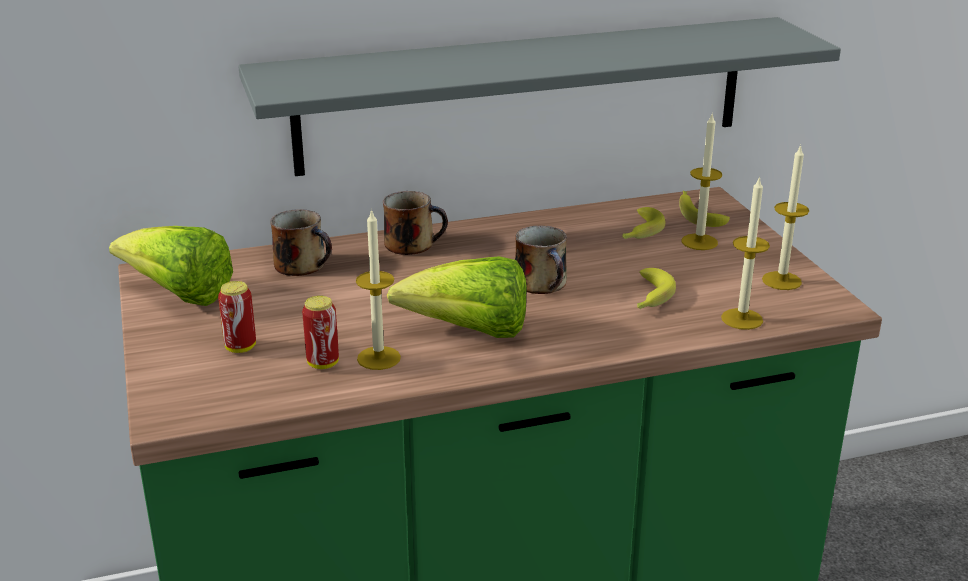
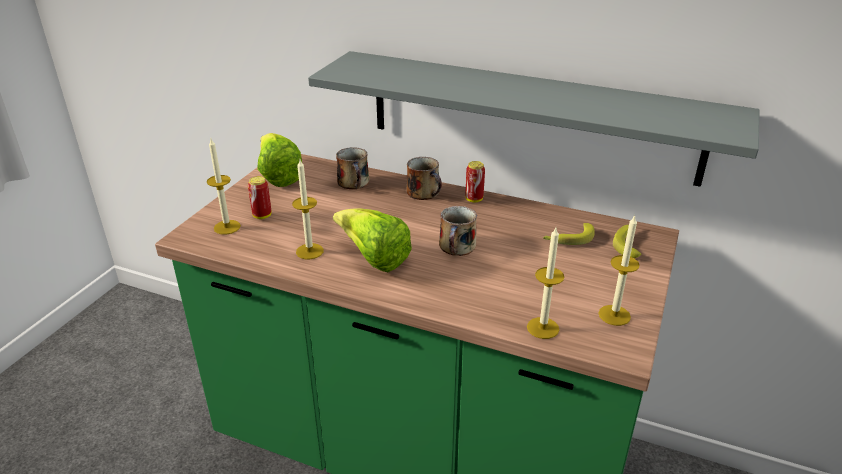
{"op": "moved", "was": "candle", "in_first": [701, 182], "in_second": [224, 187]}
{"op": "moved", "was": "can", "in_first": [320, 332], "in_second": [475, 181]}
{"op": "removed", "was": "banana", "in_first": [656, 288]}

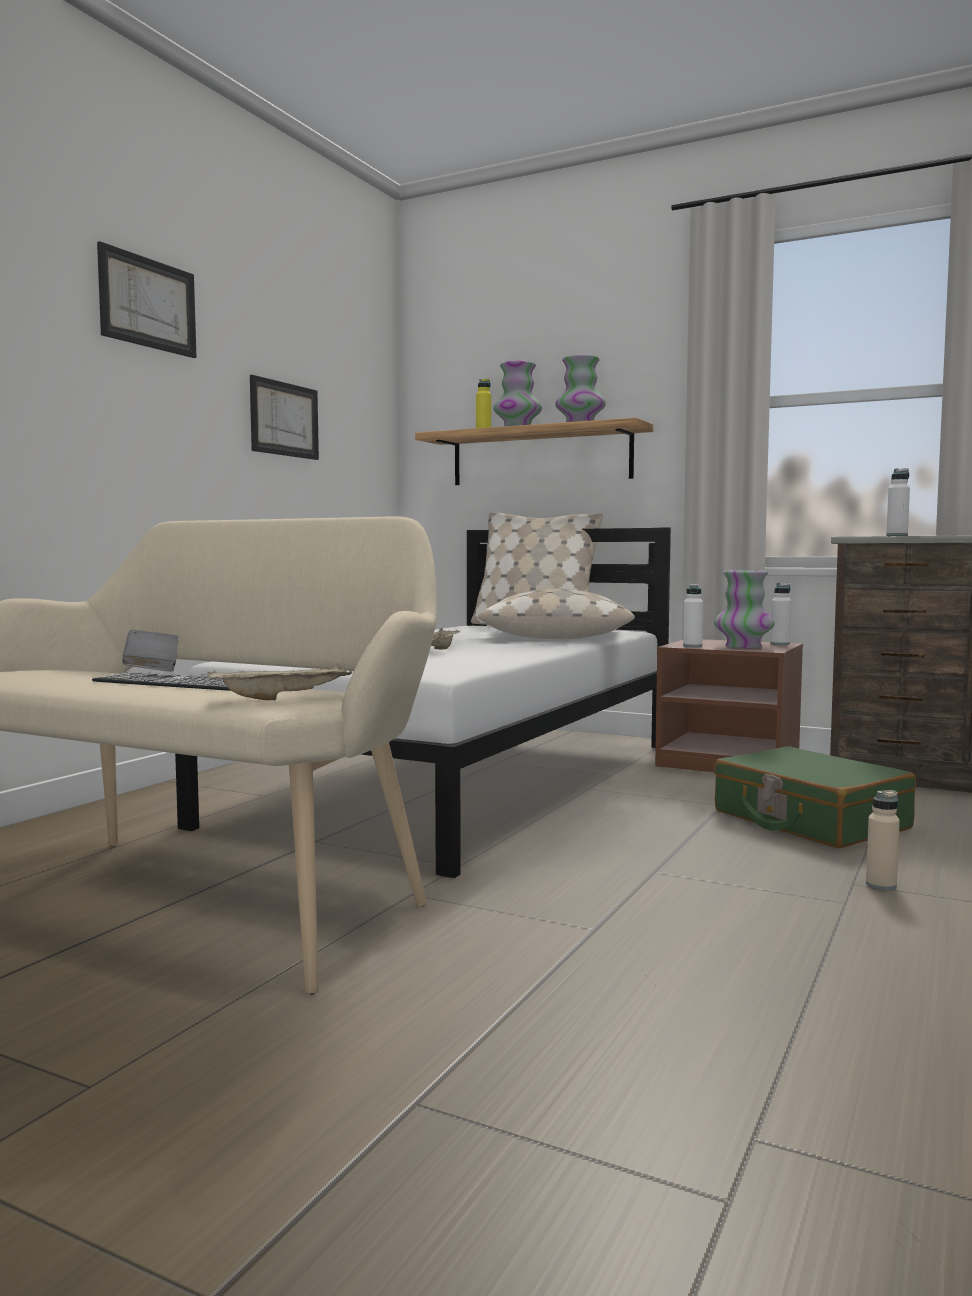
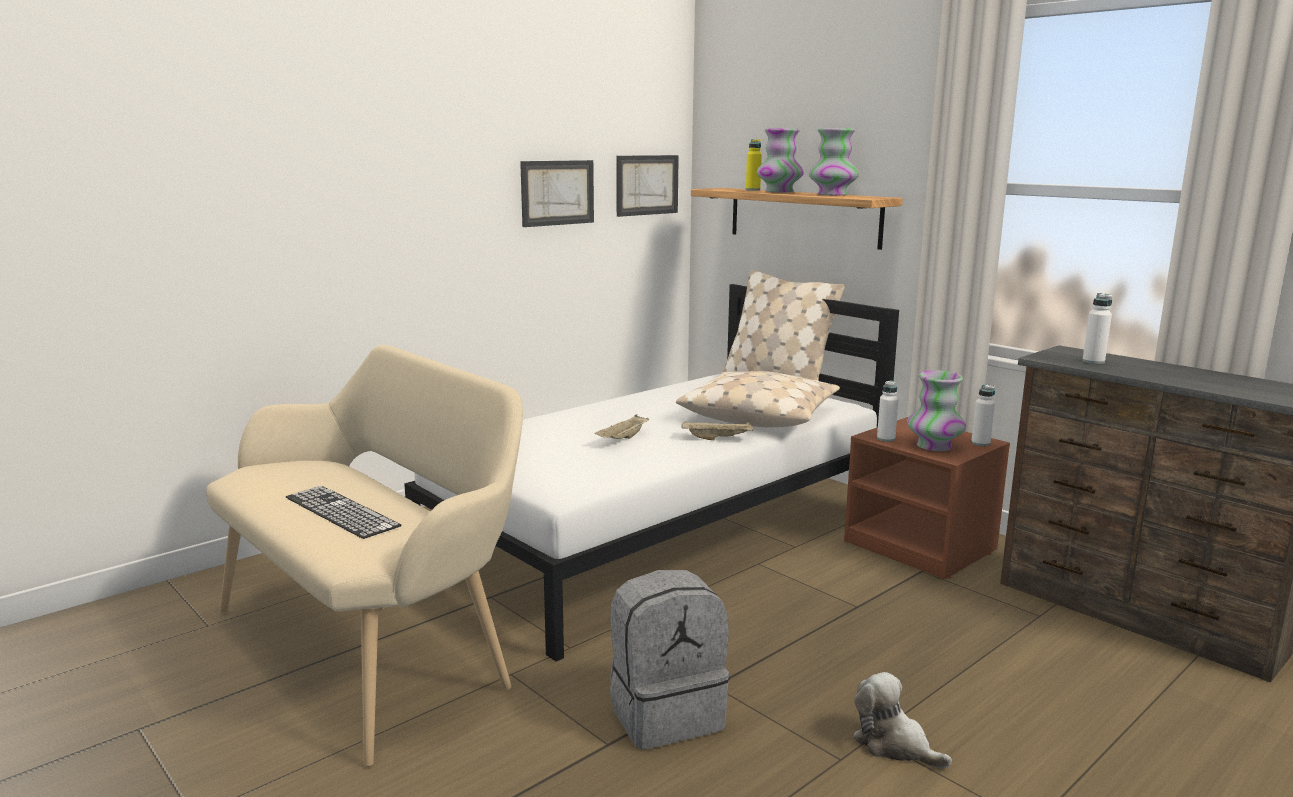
{"op": "added", "now": "grey backpack", "in_second": [670, 659]}
{"op": "moved", "was": "picture", "in_first": [147, 299], "in_second": [647, 186]}
{"op": "moved", "was": "beige tray", "in_first": [279, 681], "in_second": [718, 430]}
{"op": "replaced", "was": "beige bottle", "now": "plush toy", "in_first": [883, 840], "in_second": [902, 720]}
{"op": "removed", "was": "grey book", "in_first": [150, 651]}
{"op": "removed", "was": "green suitcase", "in_first": [815, 797]}

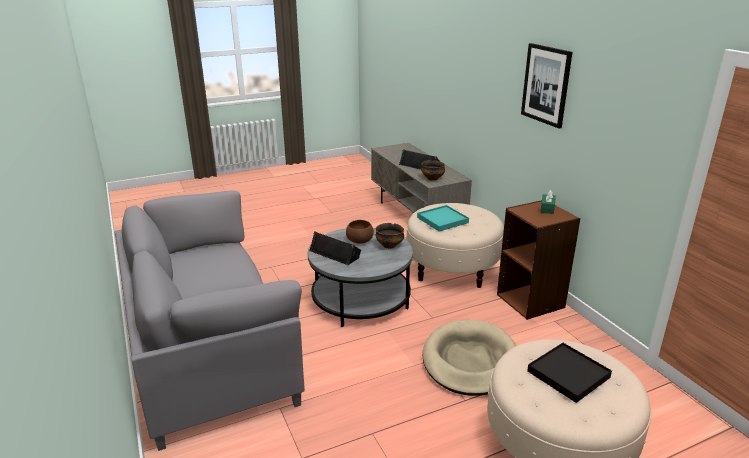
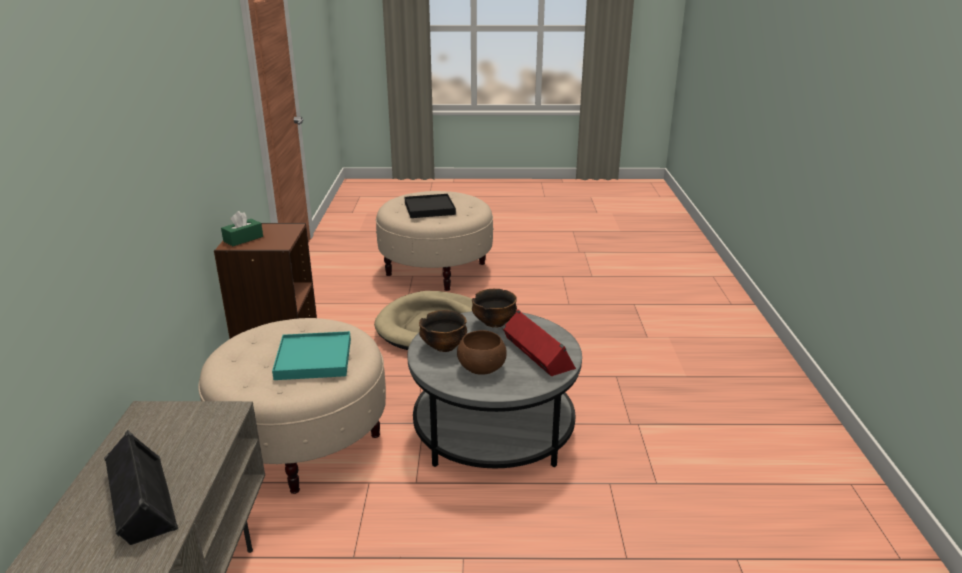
{"op": "moved", "was": "bowl", "in_first": [433, 170], "in_second": [494, 308]}
{"op": "recoloured", "was": "black speaker", "now": "red speaker", "in_first": [335, 248], "in_second": [539, 343]}
{"op": "removed", "was": "grey sofa", "in_first": [209, 320]}
{"op": "removed", "was": "picture", "in_first": [546, 86]}

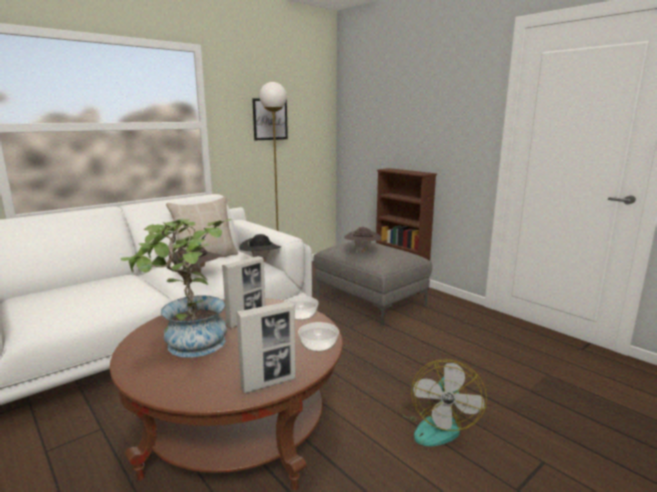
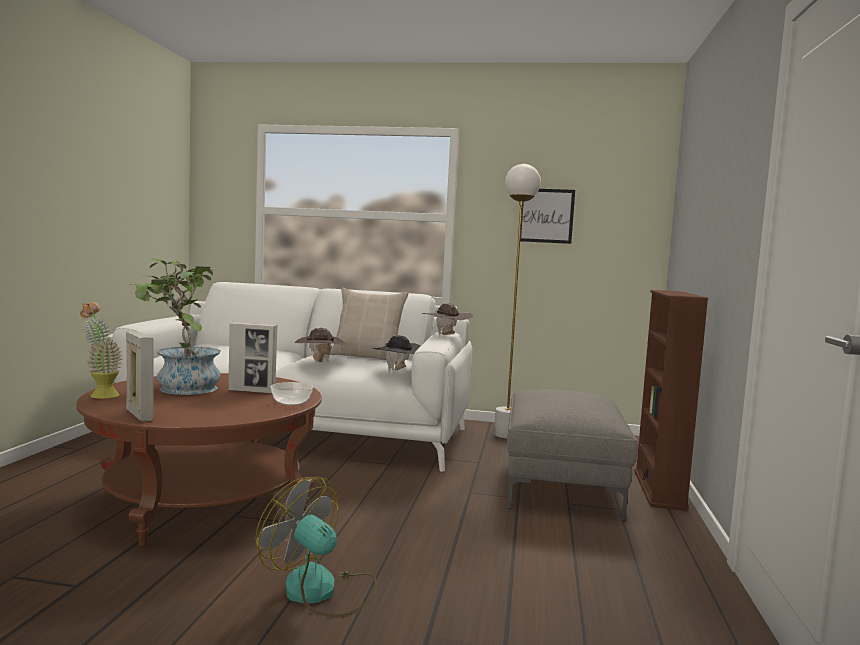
{"op": "added", "now": "potted plant", "in_second": [101, 350]}
{"op": "turned", "was": "picture frame", "in_first": [266, 347], "in_second": [140, 376], "clockwise": -150}
{"op": "turned", "was": "fan", "in_first": [443, 402], "in_second": [316, 547], "clockwise": 60}
{"op": "moved", "was": "brown hat", "in_first": [363, 240], "in_second": [447, 319]}
{"op": "removed", "was": "bowl", "in_first": [318, 337]}

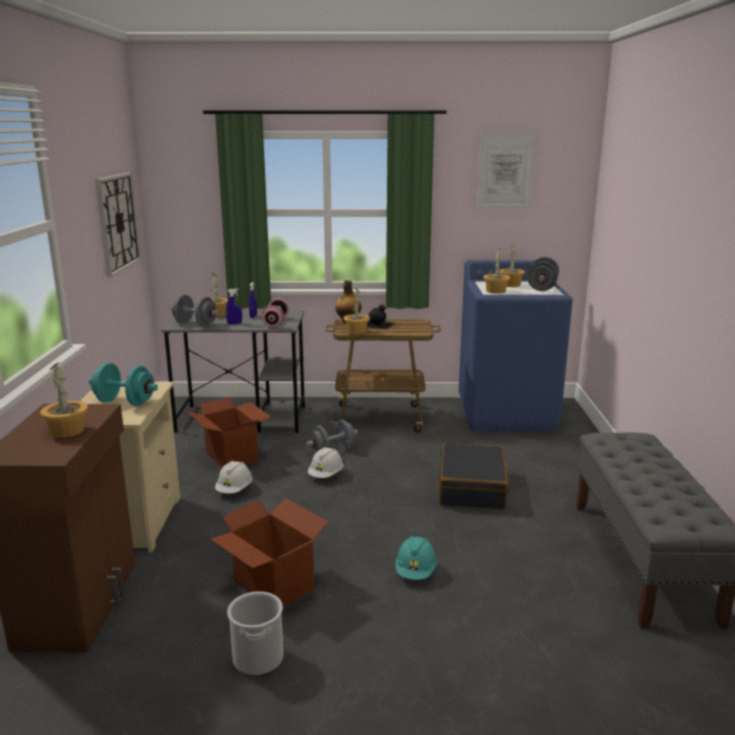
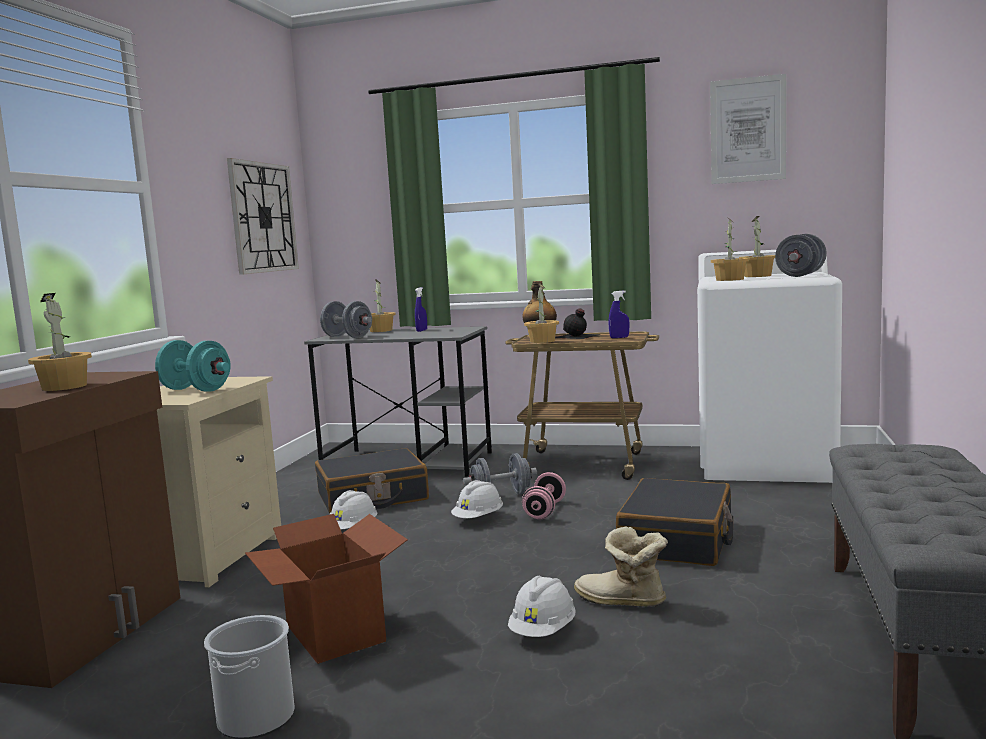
{"op": "replaced", "was": "cardboard box", "now": "black suitcase", "in_first": [229, 432], "in_second": [372, 481]}
{"op": "recoloured", "was": "turquoise hard hat", "now": "white hard hat", "in_first": [416, 558], "in_second": [542, 606]}
{"op": "moved", "was": "pink dumbbell", "in_first": [275, 312], "in_second": [544, 495]}
{"op": "added", "now": "boot", "in_second": [621, 566]}
{"op": "moved", "was": "blue spray bottle", "in_first": [234, 306], "in_second": [618, 314]}
{"op": "recoloured", "was": "blue washing machine", "now": "white washing machine", "in_first": [516, 346], "in_second": [769, 366]}

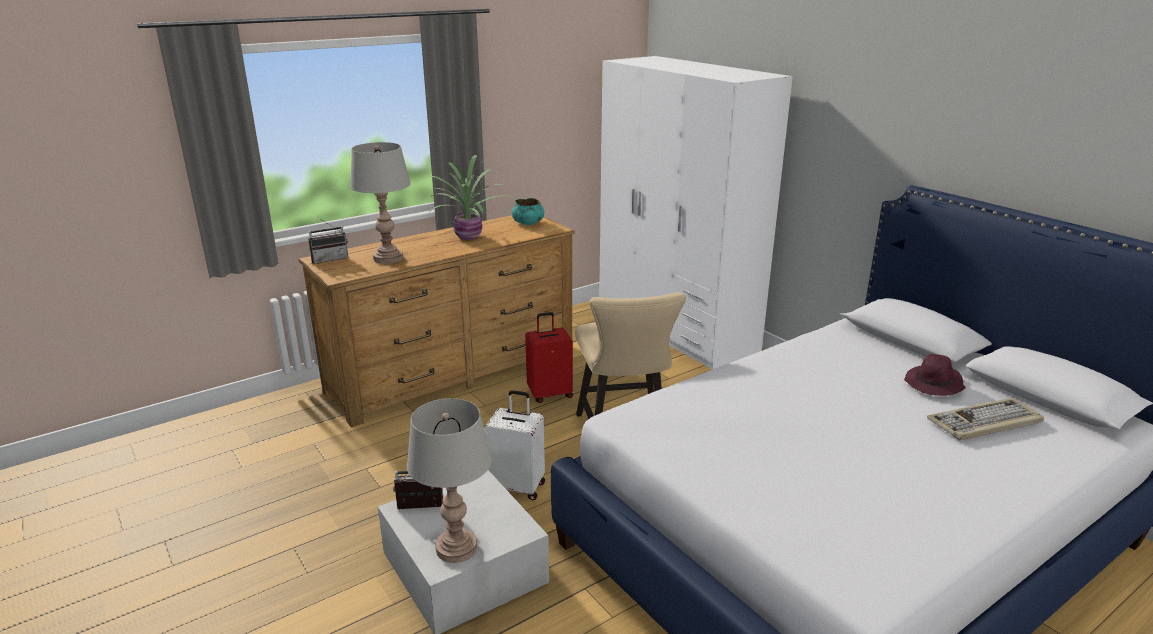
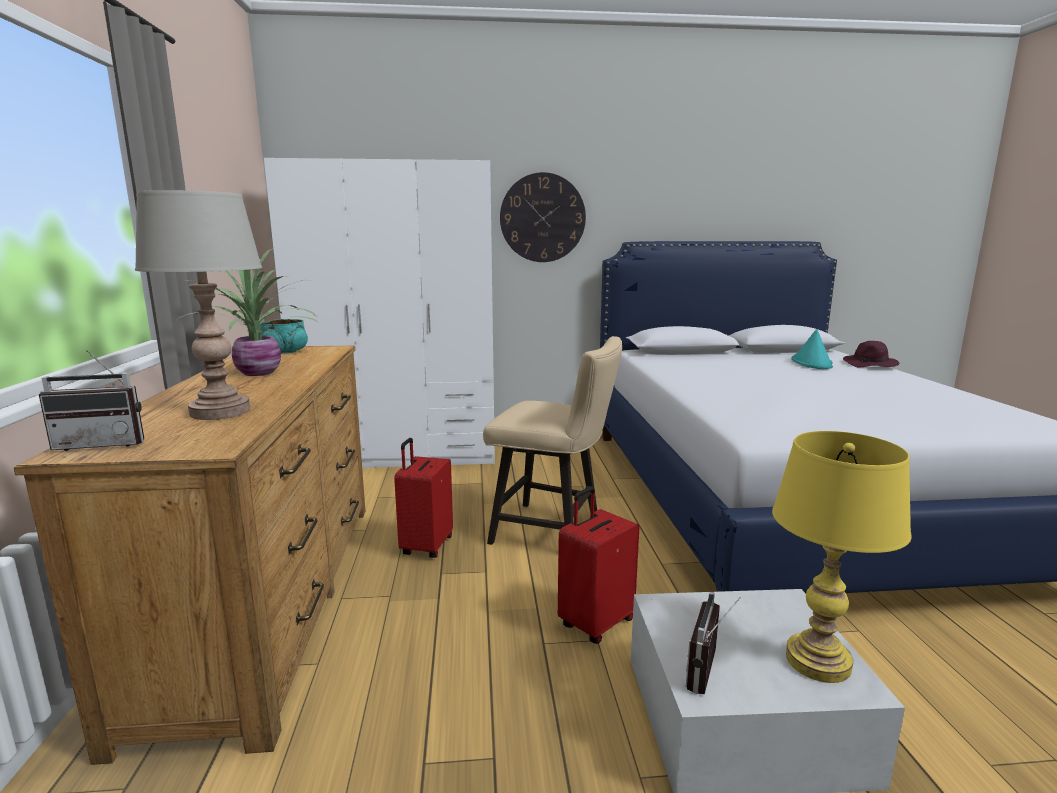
{"op": "turned", "was": "radio", "in_first": [328, 241], "in_second": [91, 400], "clockwise": 75}
{"op": "added", "now": "wall clock", "in_second": [543, 217]}
{"op": "recoloured", "was": "white suitcase", "now": "red suitcase", "in_first": [514, 445], "in_second": [598, 565]}
{"op": "recoloured", "was": "grey table lamp", "now": "yellow table lamp", "in_first": [449, 480], "in_second": [841, 557]}
{"op": "replaced", "was": "keyboard", "now": "turquoise hat", "in_first": [985, 419], "in_second": [812, 349]}
{"op": "moved", "was": "purple hat", "in_first": [935, 375], "in_second": [871, 354]}

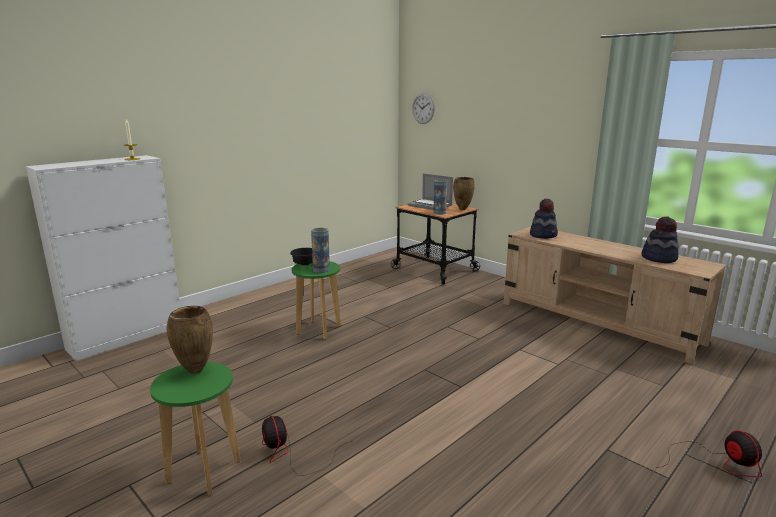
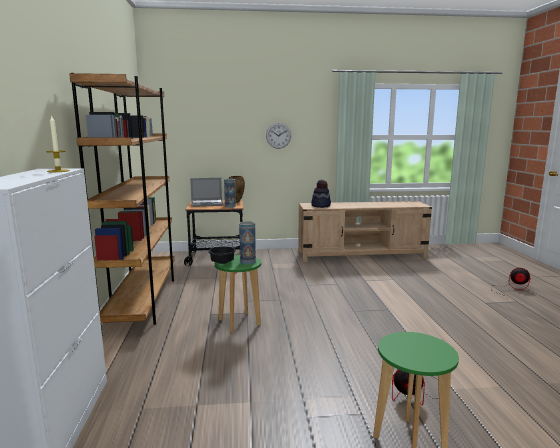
{"op": "added", "now": "brown bookcase", "in_second": [121, 202]}
{"op": "moved", "was": "wall clock", "in_first": [423, 108], "in_second": [278, 136]}
{"op": "removed", "was": "brown vase", "in_first": [190, 340]}
{"op": "removed", "was": "hat", "in_first": [660, 239]}

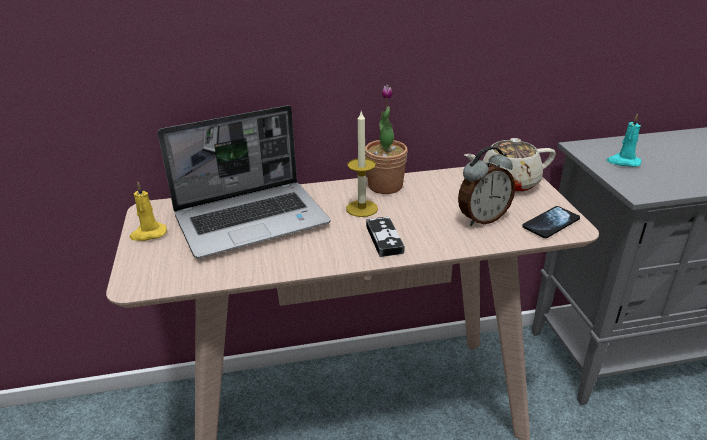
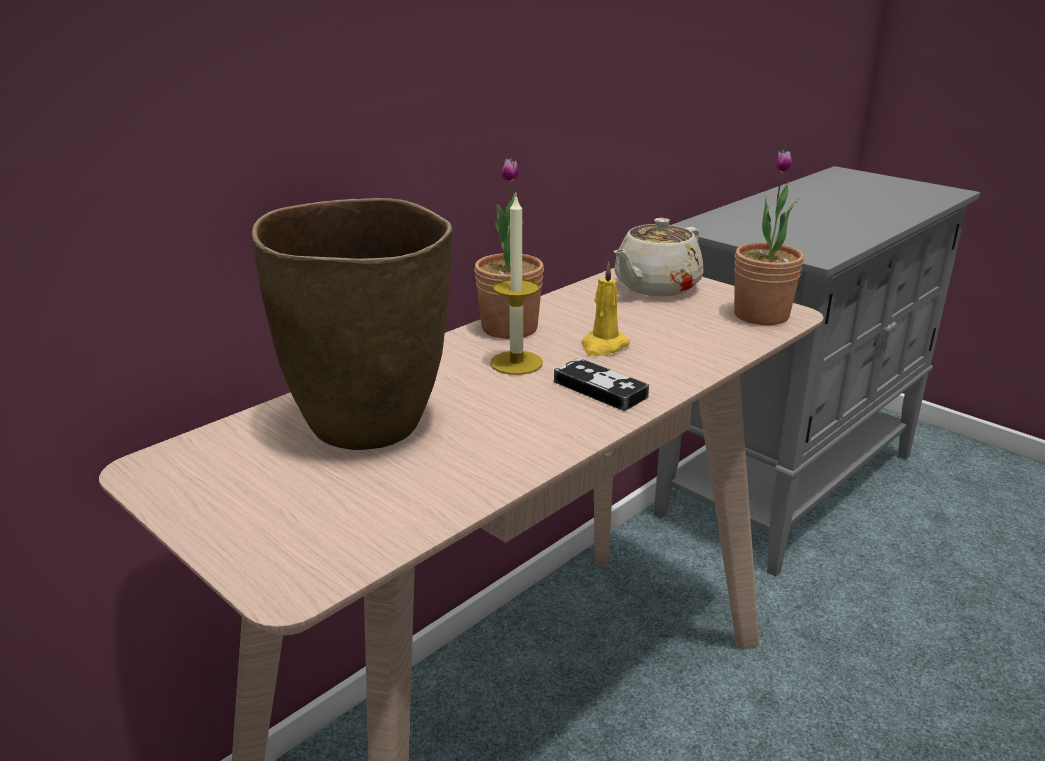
{"op": "replaced", "was": "laptop", "now": "brown vase", "in_first": [244, 181], "in_second": [352, 324]}
{"op": "moved", "was": "yellow candle", "in_first": [148, 211], "in_second": [605, 309]}
{"op": "replaced", "was": "phone", "now": "potted plant", "in_first": [551, 222], "in_second": [769, 237]}
{"op": "removed", "was": "alarm clock", "in_first": [486, 186]}
{"op": "removed", "was": "turquoise candle", "in_first": [624, 140]}

